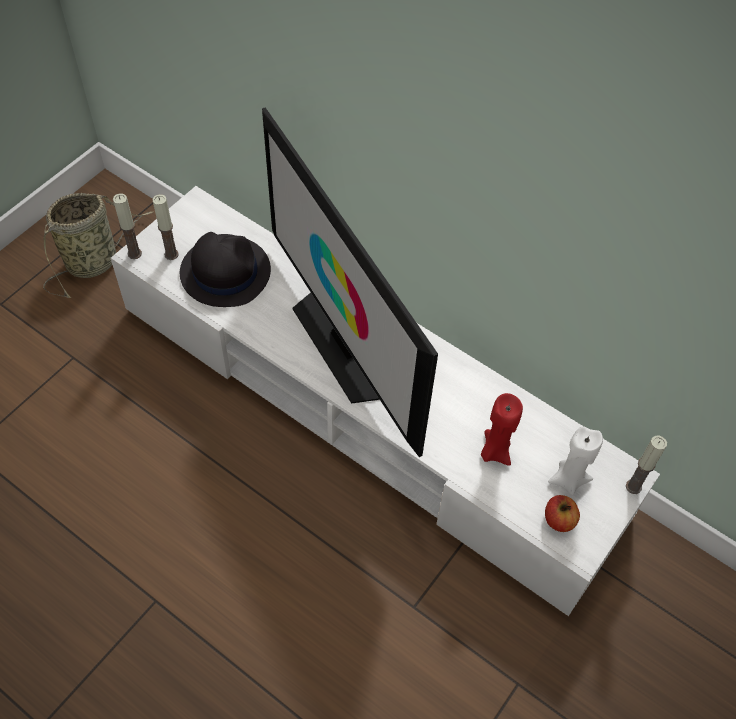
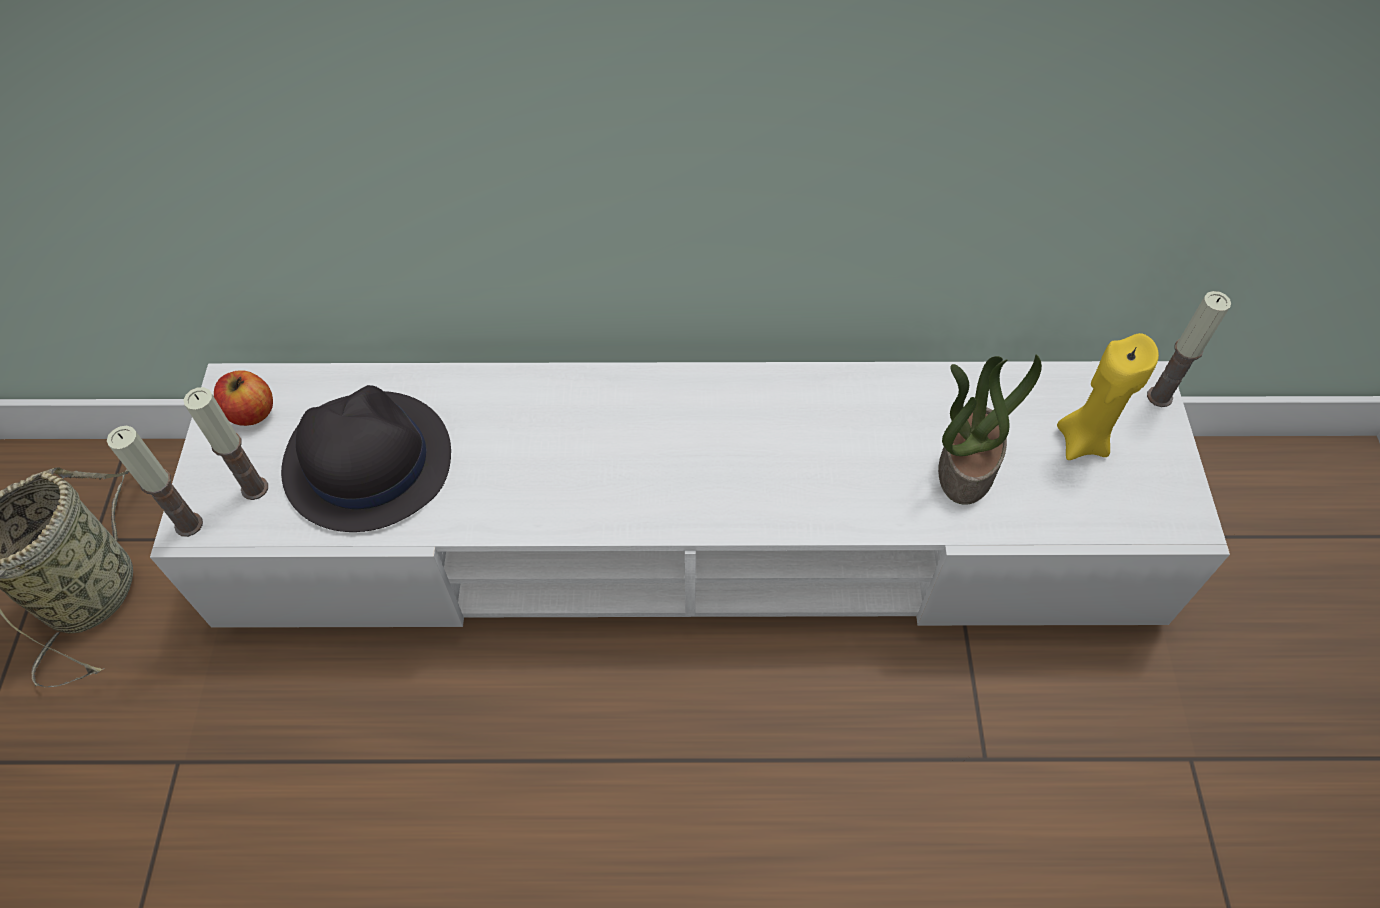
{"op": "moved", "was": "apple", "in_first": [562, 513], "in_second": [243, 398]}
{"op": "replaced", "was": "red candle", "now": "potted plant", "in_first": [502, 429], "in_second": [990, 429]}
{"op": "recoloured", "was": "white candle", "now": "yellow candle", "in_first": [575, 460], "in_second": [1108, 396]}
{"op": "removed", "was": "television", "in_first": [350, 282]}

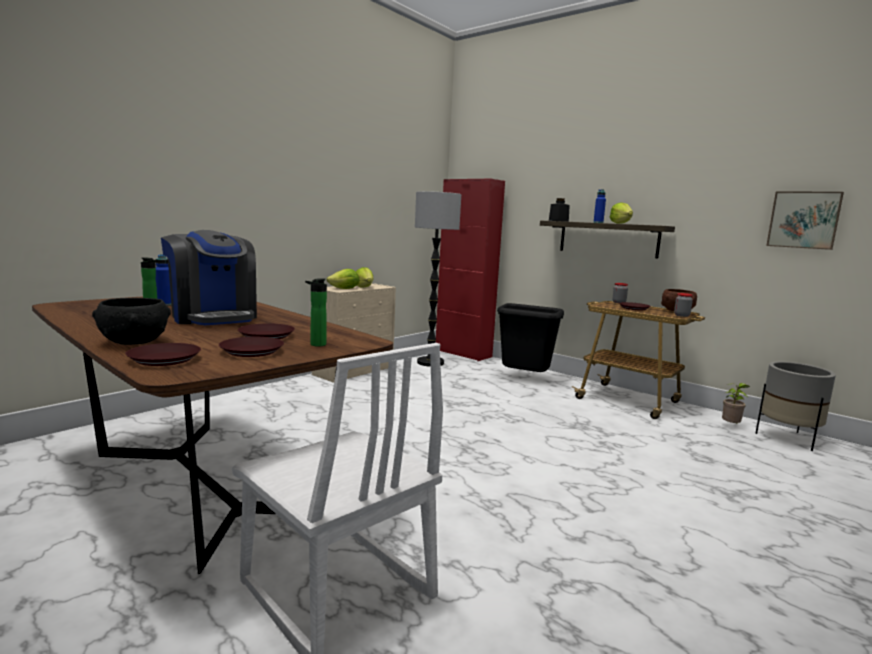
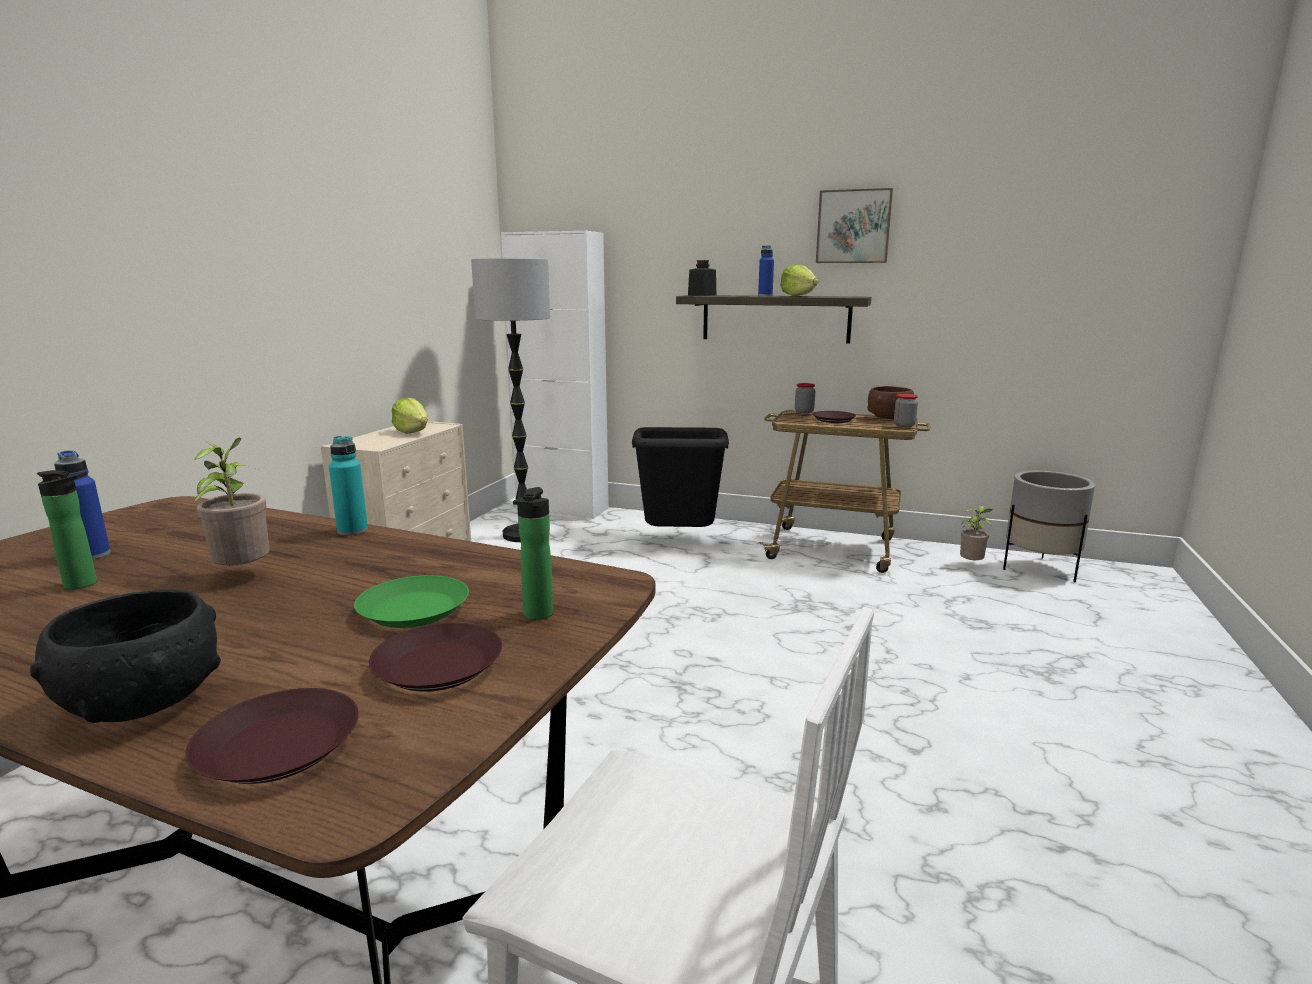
{"op": "replaced", "was": "coffee machine", "now": "potted plant", "in_first": [209, 277], "in_second": [231, 502]}
{"op": "added", "now": "turquoise bottle", "in_second": [348, 485]}
{"op": "recoloured", "was": "brown plate", "now": "green plate", "in_first": [266, 331], "in_second": [411, 601]}
{"op": "recoloured", "was": "red cabinet", "now": "white cabinet", "in_first": [470, 269], "in_second": [555, 375]}
{"op": "moved", "was": "picture", "in_first": [805, 221], "in_second": [854, 225]}
{"op": "removed", "was": "lettuce", "in_first": [343, 279]}

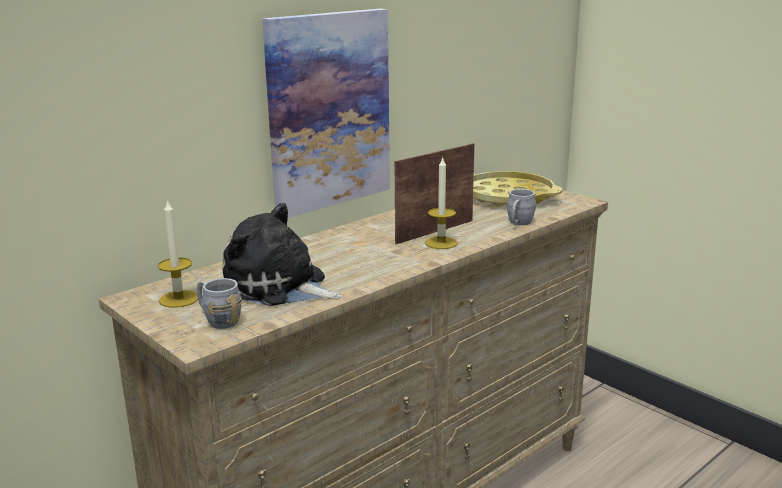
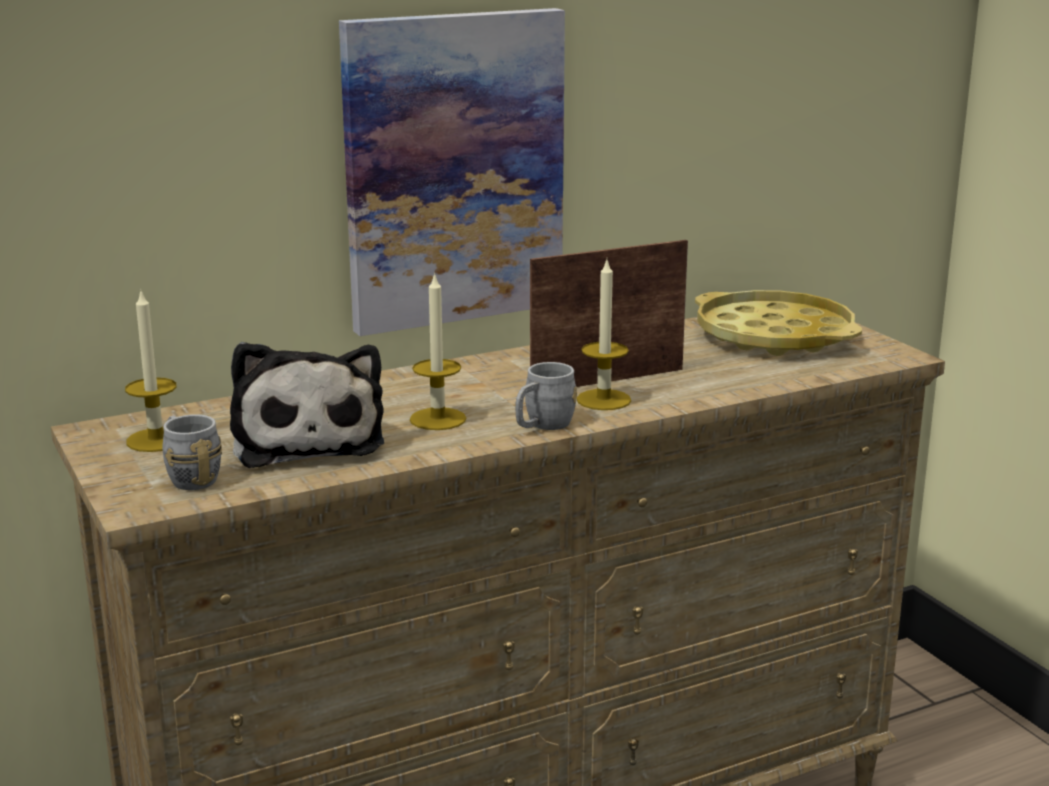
{"op": "turned", "was": "plush toy", "in_first": [282, 254], "in_second": [307, 405], "clockwise": -150}
{"op": "added", "now": "candle", "in_second": [438, 351]}
{"op": "moved", "was": "grey mug", "in_first": [521, 207], "in_second": [546, 396]}

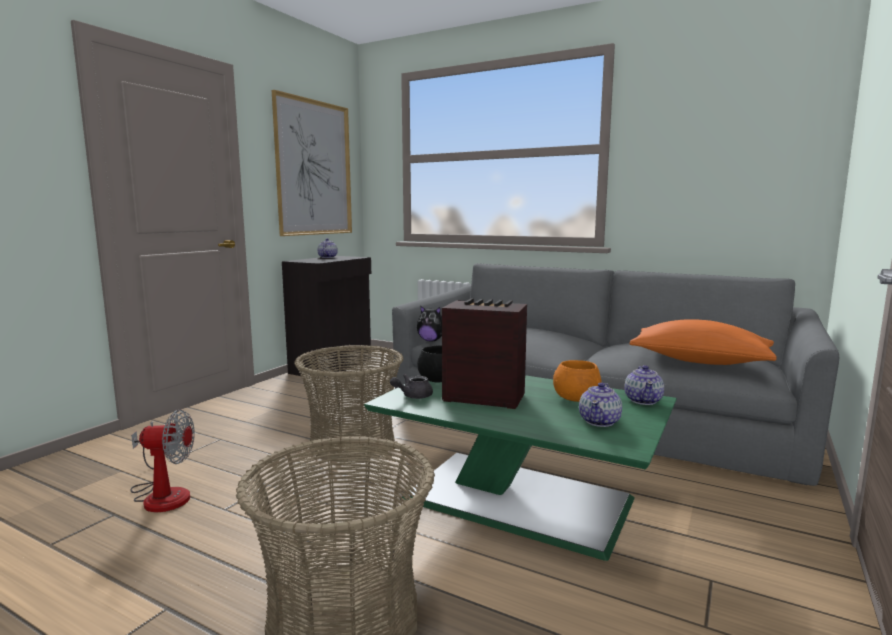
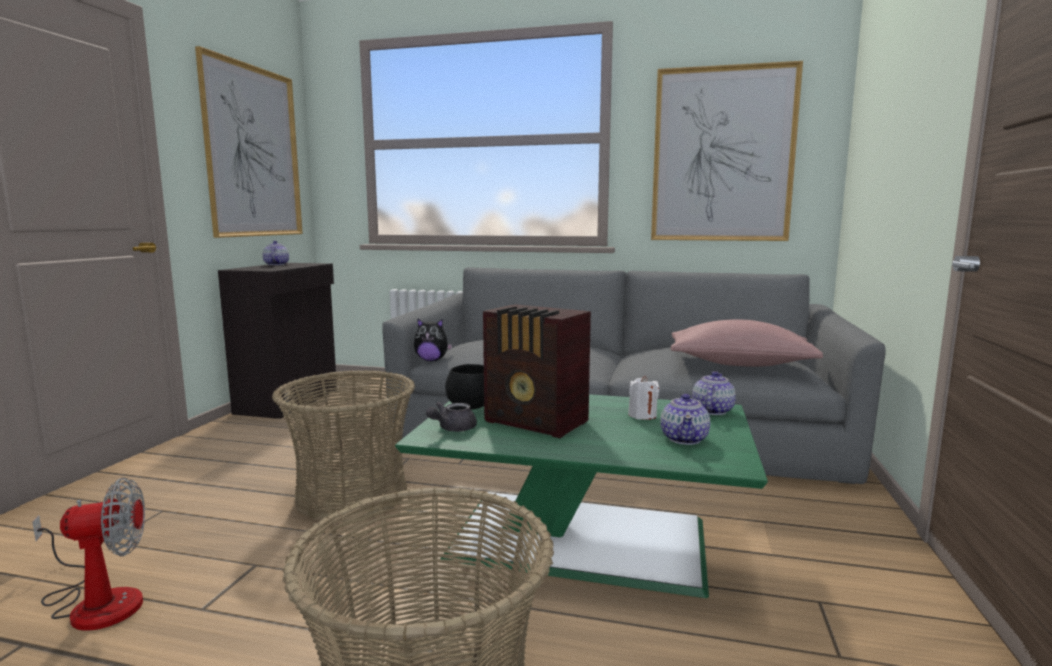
{"op": "turned", "was": "radio", "in_first": [484, 353], "in_second": [537, 371], "clockwise": -150}
{"op": "replaced", "was": "orange bowl", "now": "white candle", "in_first": [577, 381], "in_second": [643, 398]}
{"op": "added", "now": "picture", "in_second": [727, 151]}
{"op": "recoloured", "was": "orange pillow", "now": "pink pillow", "in_first": [703, 342], "in_second": [747, 343]}
{"op": "turned", "was": "teapot", "in_first": [644, 385], "in_second": [714, 393], "clockwise": -150}

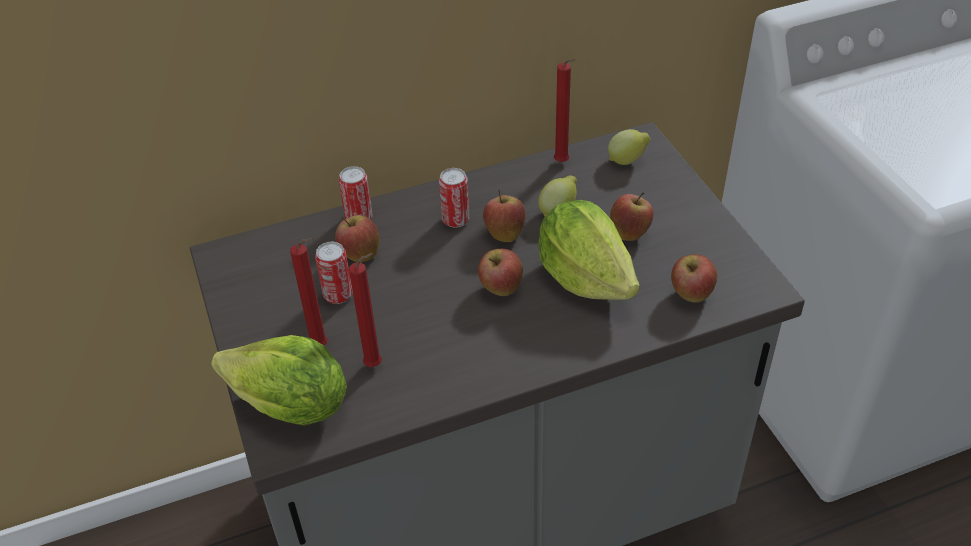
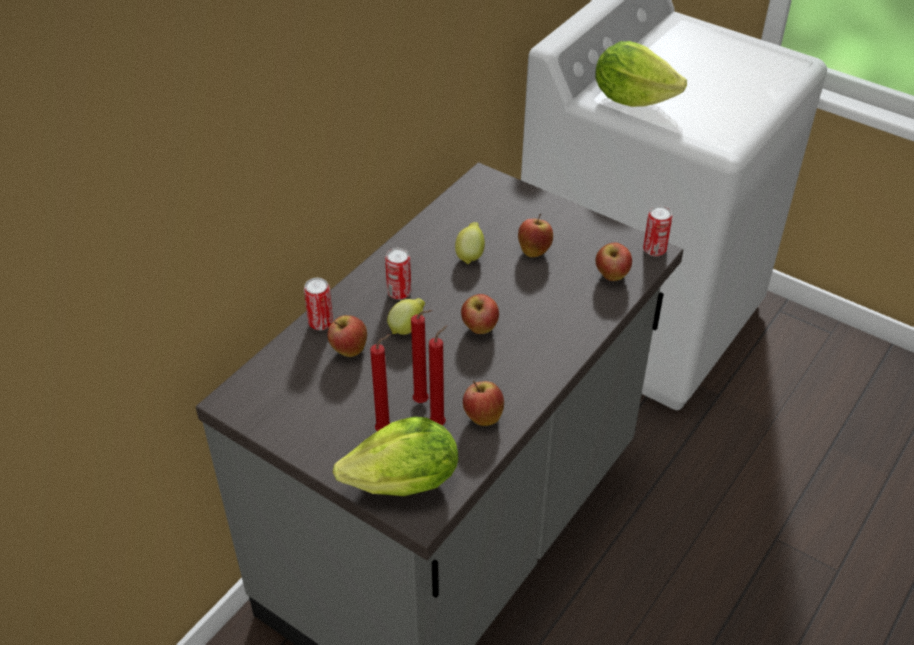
{"op": "moved", "was": "lemon", "in_first": [629, 147], "in_second": [406, 316]}
{"op": "moved", "was": "red candle", "in_first": [565, 110], "in_second": [421, 356]}
{"op": "moved", "was": "apple", "in_first": [504, 216], "in_second": [483, 403]}
{"op": "moved", "was": "lettuce", "in_first": [589, 250], "in_second": [641, 74]}
{"op": "moved", "was": "can", "in_first": [334, 273], "in_second": [657, 231]}

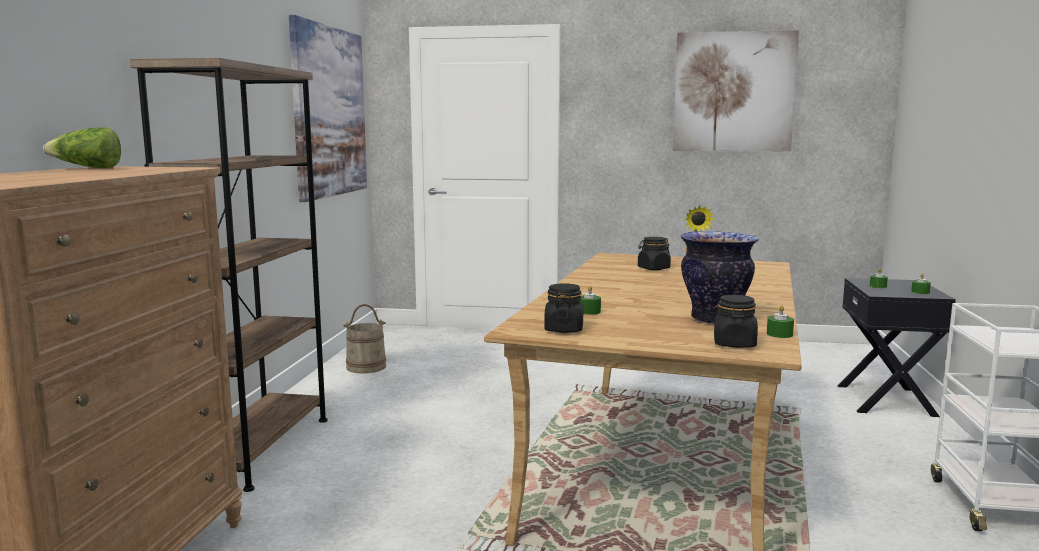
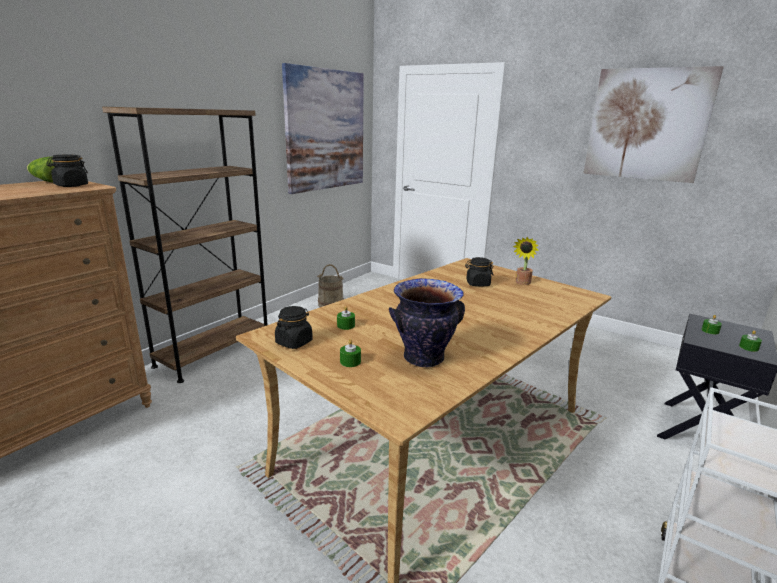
{"op": "moved", "was": "black jar", "in_first": [736, 321], "in_second": [67, 170]}
{"op": "moved", "was": "green candle", "in_first": [780, 321], "in_second": [350, 353]}

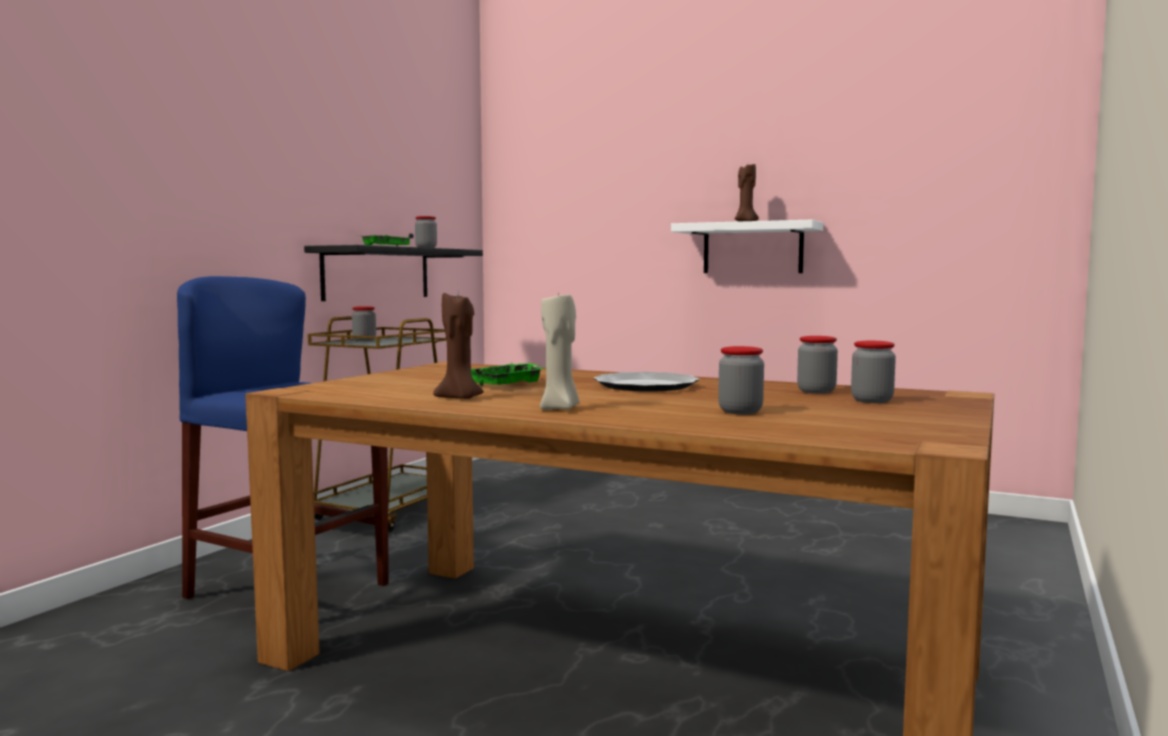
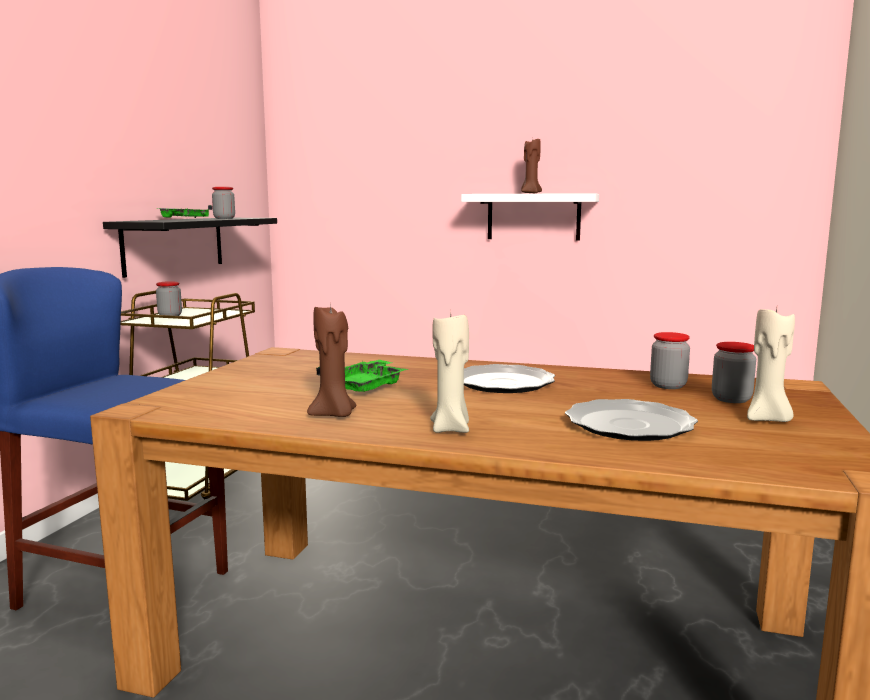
{"op": "replaced", "was": "jar", "now": "plate", "in_first": [741, 380], "in_second": [631, 420]}
{"op": "added", "now": "beige candle", "in_second": [771, 365]}

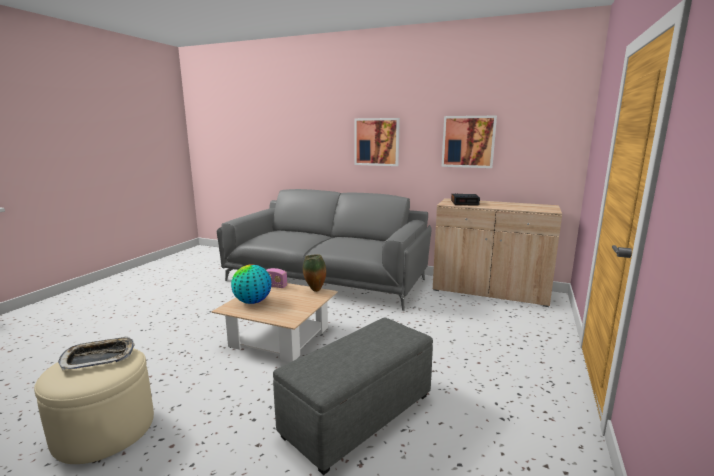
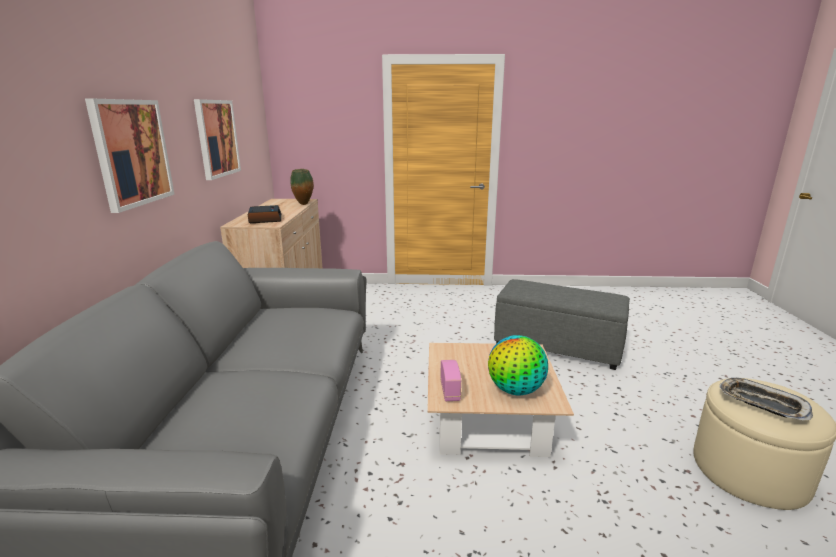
{"op": "moved", "was": "vase", "in_first": [314, 273], "in_second": [302, 187]}

